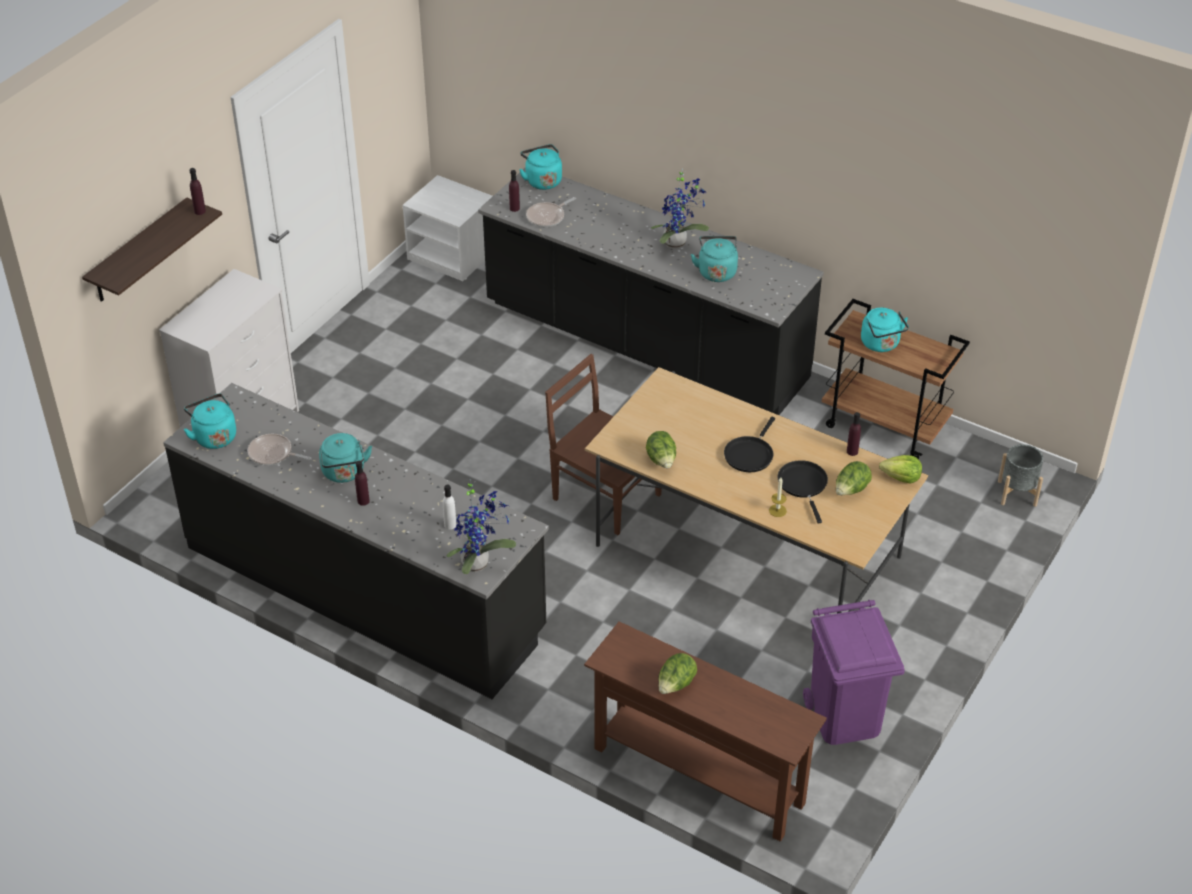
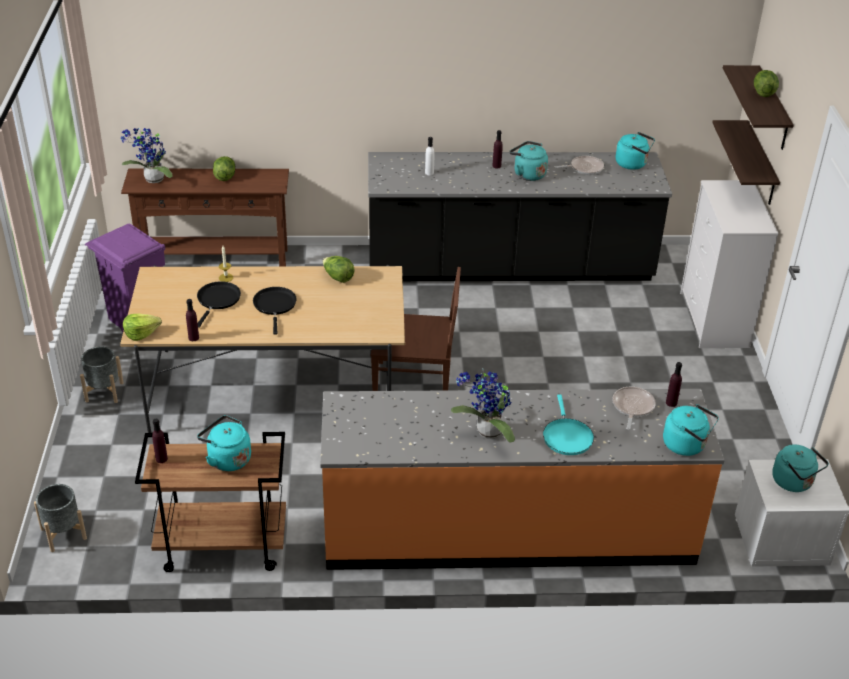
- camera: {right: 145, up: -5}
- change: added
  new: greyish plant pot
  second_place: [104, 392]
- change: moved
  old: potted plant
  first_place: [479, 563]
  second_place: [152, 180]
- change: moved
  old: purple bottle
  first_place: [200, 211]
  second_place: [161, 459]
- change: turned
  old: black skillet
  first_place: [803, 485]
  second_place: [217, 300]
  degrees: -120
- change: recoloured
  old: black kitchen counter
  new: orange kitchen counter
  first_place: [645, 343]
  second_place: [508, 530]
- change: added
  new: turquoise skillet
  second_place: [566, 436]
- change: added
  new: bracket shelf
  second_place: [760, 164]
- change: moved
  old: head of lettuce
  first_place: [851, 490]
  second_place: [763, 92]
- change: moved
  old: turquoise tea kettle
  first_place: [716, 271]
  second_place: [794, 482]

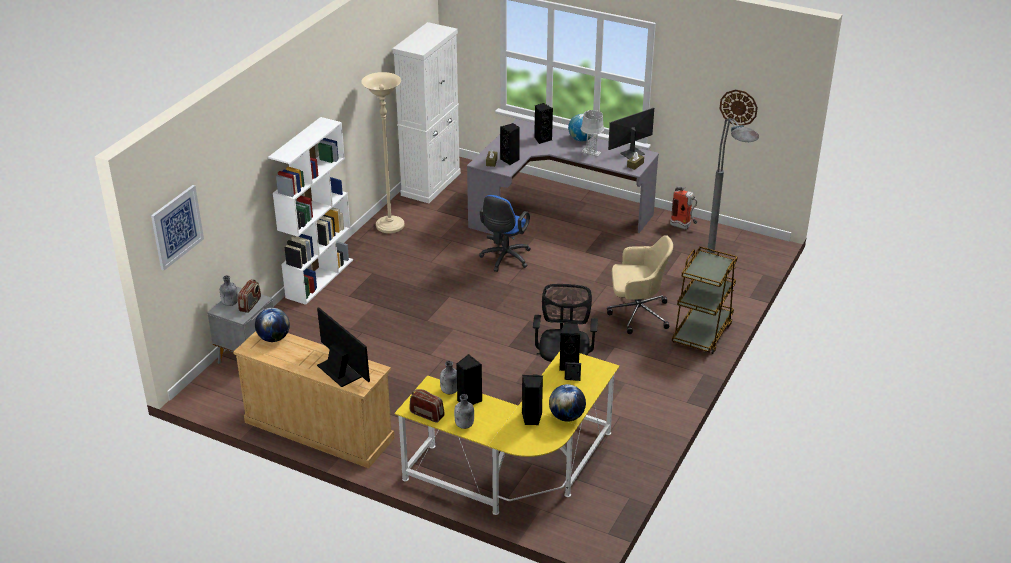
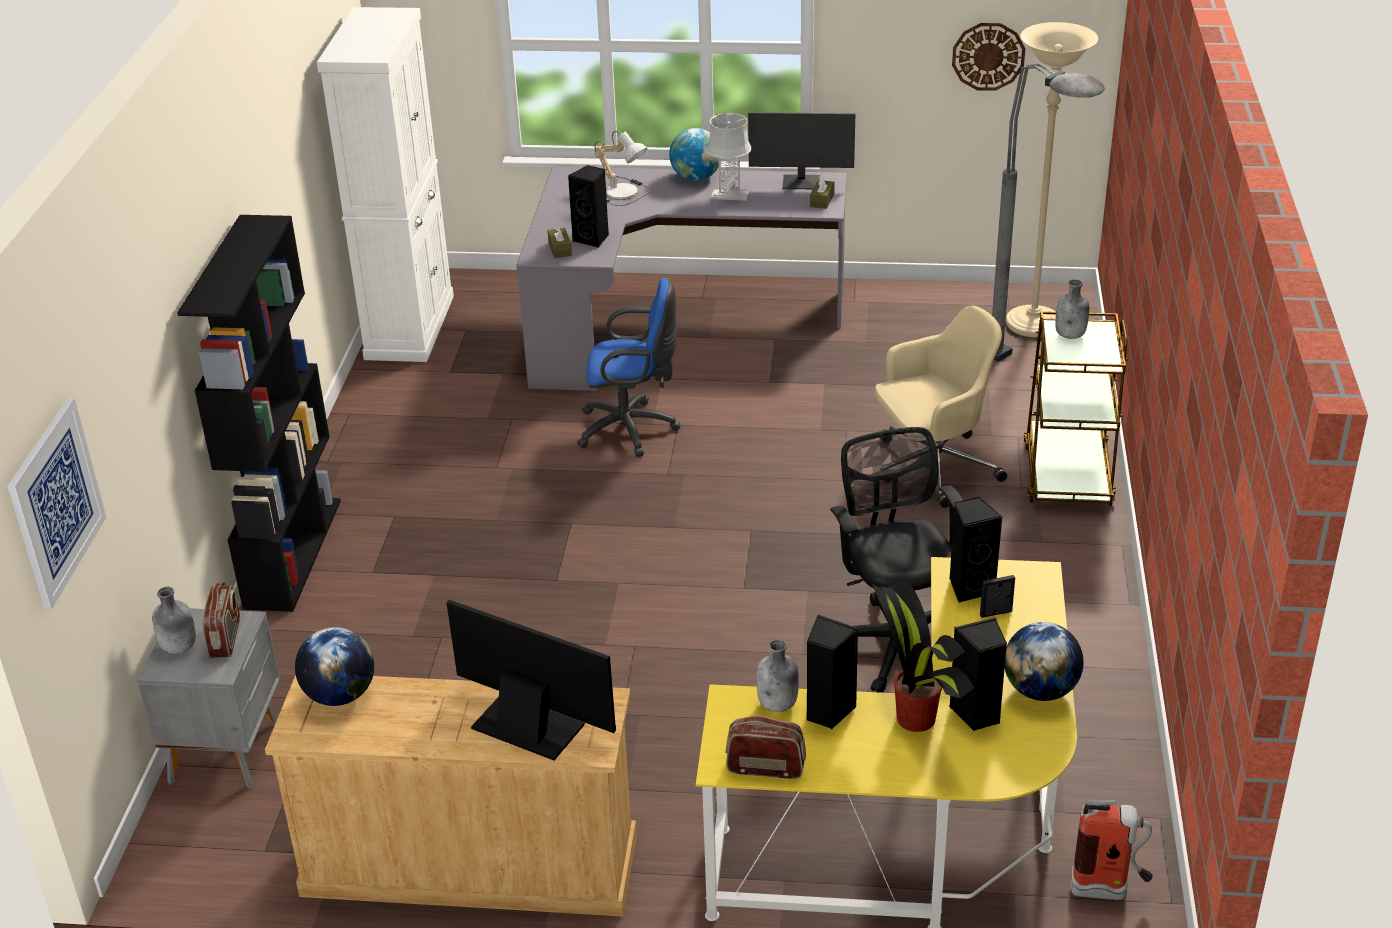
- camera: {right: -20, up: 0}
- change: recoloured
  old: whitish bookcase
  new: black bookcase
  first_place: [319, 278]
  second_place: [292, 552]
- change: turned
  old: blue-coloured office chair
  first_place: [504, 259]
  second_place: [632, 429]
  degrees: -90
- change: replaced
  old: black audio speaker
  new: lamp for a table
  first_place: [542, 139]
  second_place: [625, 191]
- change: turned
  old: monitor
  first_place: [631, 153]
  second_place: [801, 183]
  degrees: -120
- change: added
  new: potted plant
  second_place: [915, 716]
- change: moved
  old: beige-coloured floor lamp
  first_place: [390, 226]
  second_place: [1033, 325]
- change: moved
  old: greyish bottle
  first_place: [464, 425]
  second_place: [1070, 335]
- change: moved
  old: fire-fighting cylinder
  first_place: [683, 227]
  second_place: [1109, 891]

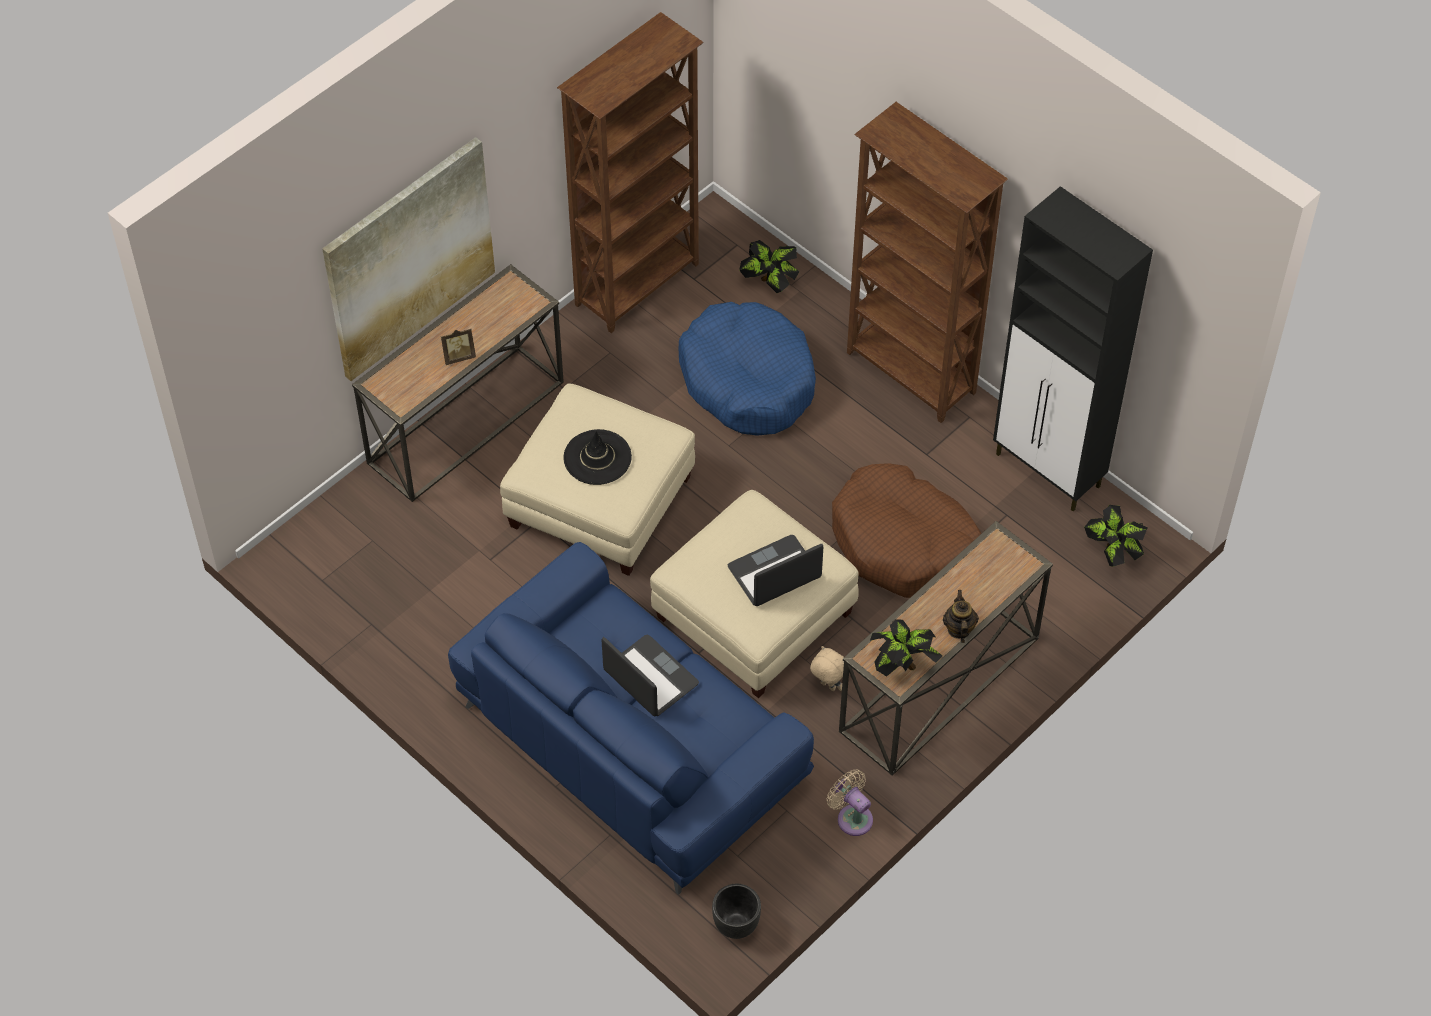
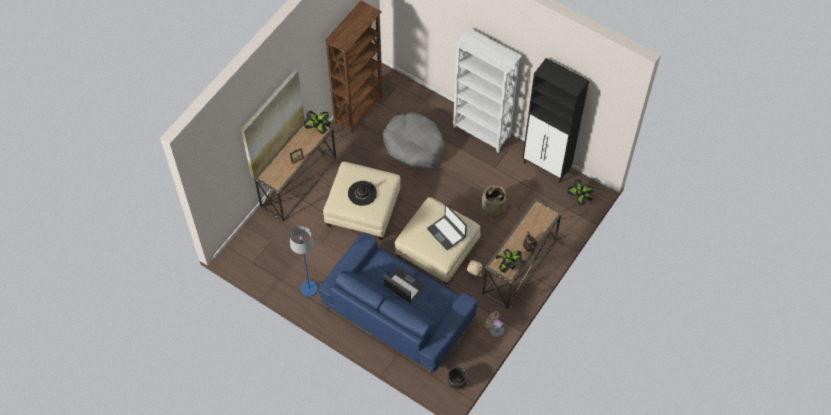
- camera: {right: -10, up: 5}
- change: added
  new: blue-coloured floor lamp
  second_place: [309, 289]
- change: moved
  old: potted plant
  first_place: [769, 283]
  second_place: [318, 128]
- change: recoloured
  old: blue-coloured dog bed
  new: greyish dog bed
  first_place: [748, 380]
  second_place: [414, 145]
- change: turned
  old: portable computer
  first_place: [775, 573]
  second_place: [446, 233]
  degrees: -90
- change: recoloured
  old: brown bookcase
  new: whitish bookcase
  first_place: [911, 374]
  second_place: [481, 133]
- change: replaced
  old: brown dog bed
  new: basket
  first_place: [904, 544]
  second_place: [493, 208]

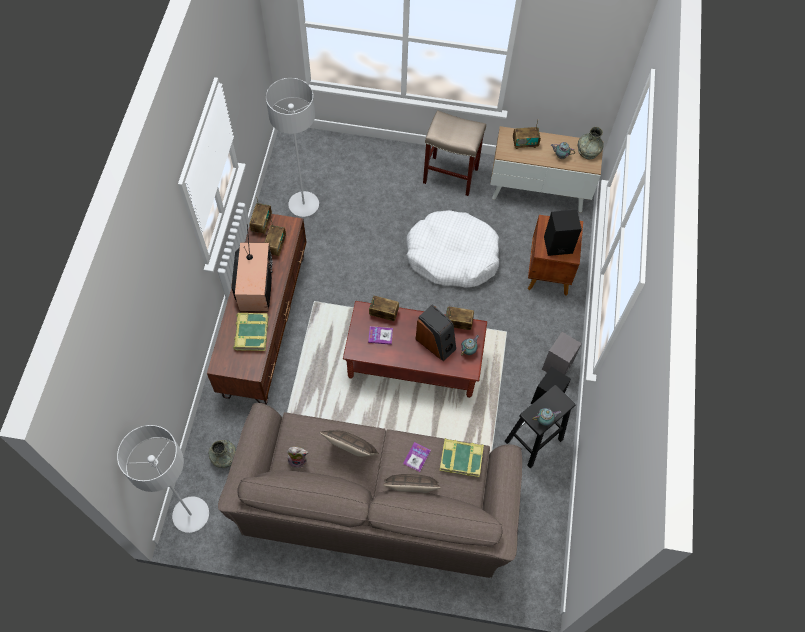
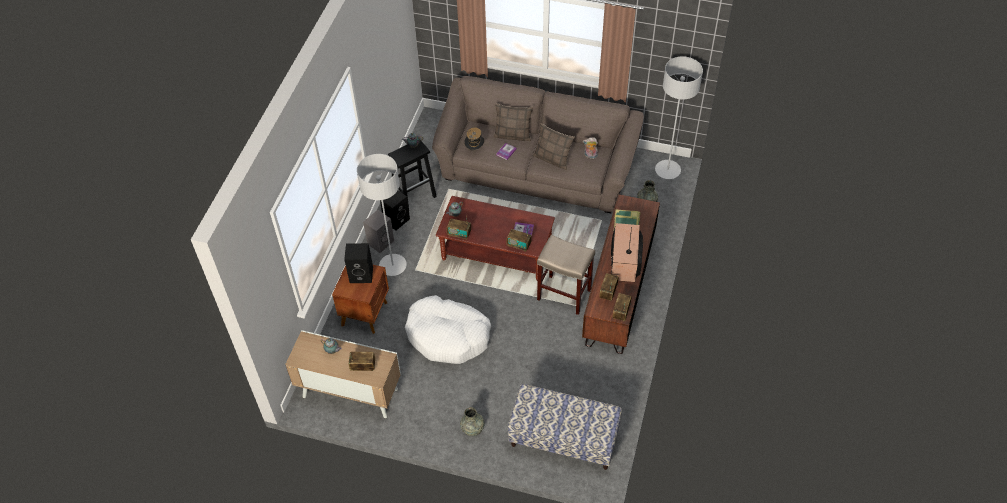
- camera: {right: -170, up: -10}
- change: moved
  old: greyish floor lamp
  first_place: [303, 205]
  second_place: [393, 265]
- change: moved
  old: greyish decorative vase
  first_place: [588, 151]
  second_place: [472, 428]
- change: replaced
  old: volume
  new: wearable hat
  first_place: [461, 458]
  second_place: [474, 149]
- change: added
  new: indoor bench
  second_place: [563, 439]
- change: moved
  old: beige-coloured stool
  first_place: [451, 175]
  second_place: [563, 294]
- change: removed
  old: audio speaker
  first_place: [436, 343]

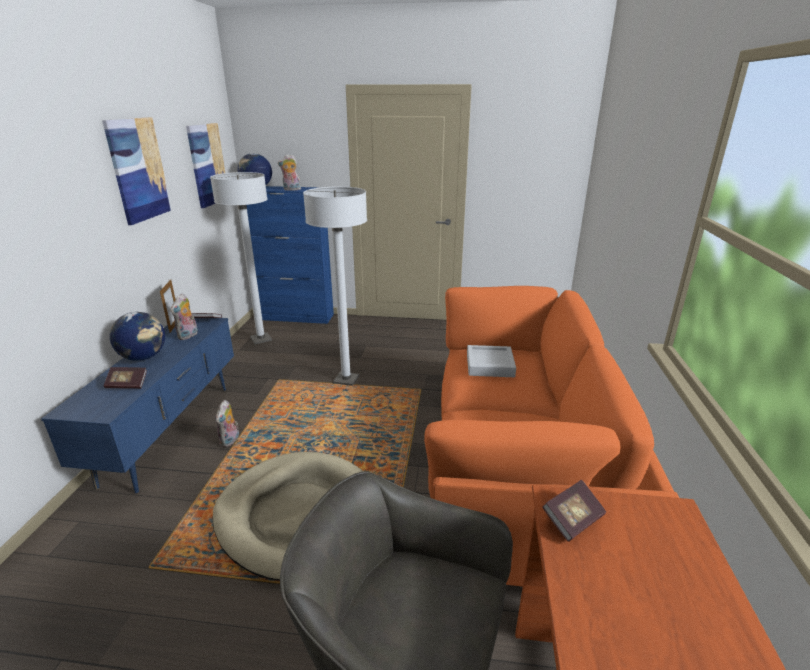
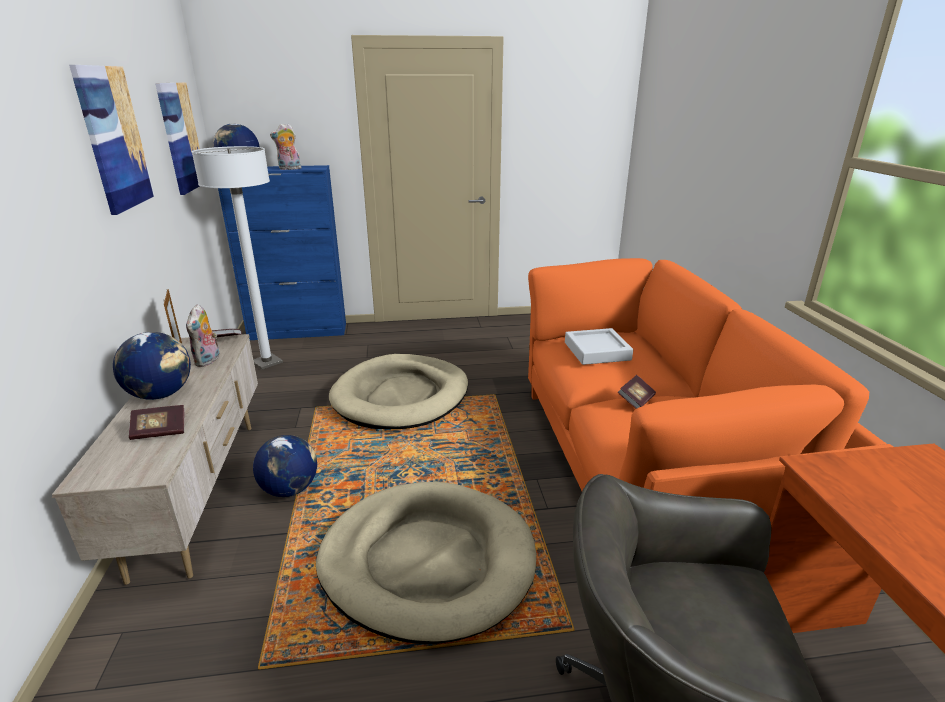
- camera: {right: -15, up: 0}
- change: recoloured
  old: blue-coloured tv stand
  new: beige-coloured tv stand
  first_place: [171, 432]
  second_place: [201, 492]
- change: replaced
  old: cuddly toy
  new: desk globe
  first_place: [230, 440]
  second_place: [290, 489]
- change: replaced
  old: whitish floor lamp
  new: beige-coloured dog bed
  first_place: [346, 380]
  second_place: [401, 396]
- change: moved
  old: volume
  first_place: [572, 519]
  second_place: [636, 400]

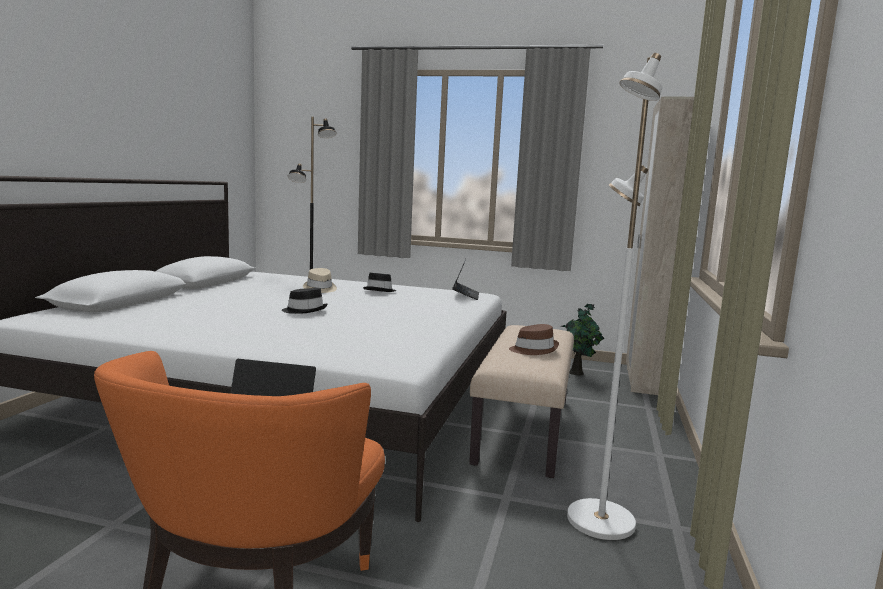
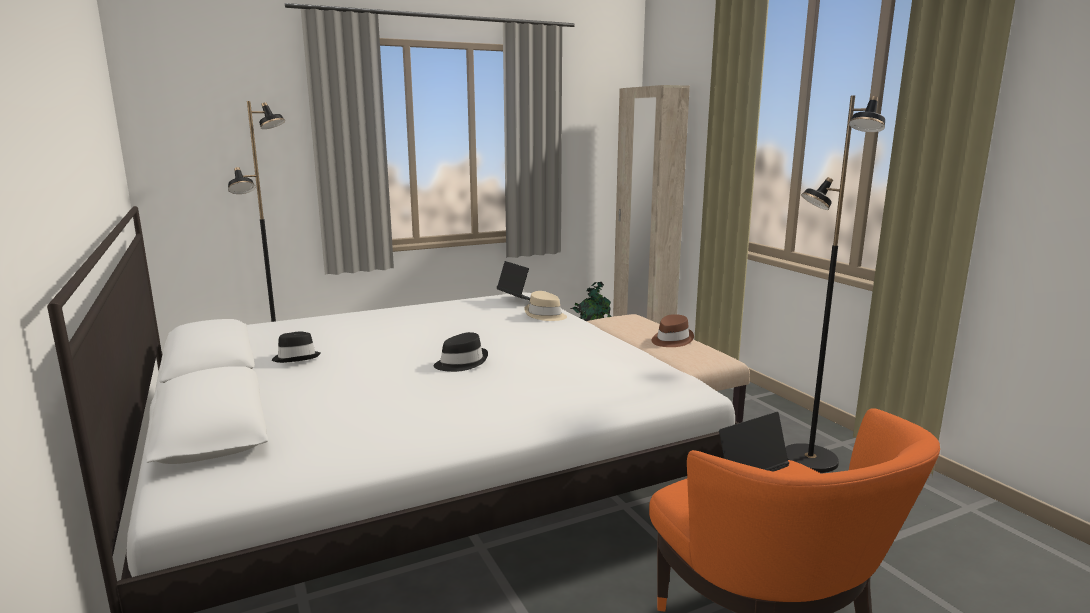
- camera: {right: -40, up: 5}
- change: moved
  old: black wearable hat
  first_place: [380, 290]
  second_place: [296, 357]
- change: moved
  old: beige-coloured wearable hat
  first_place: [319, 289]
  second_place: [545, 315]
- change: recoloured
  old: whitish floor lamp
  new: black floor lamp
  first_place: [599, 520]
  second_place: [809, 460]

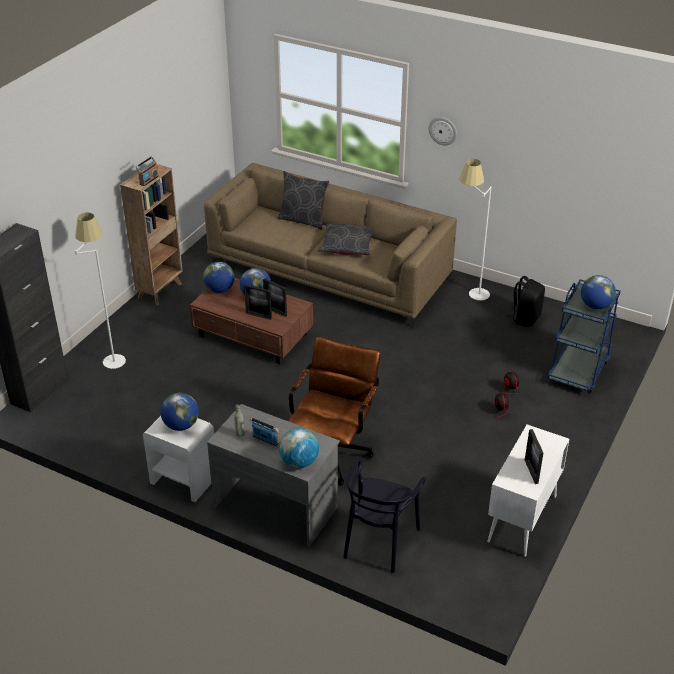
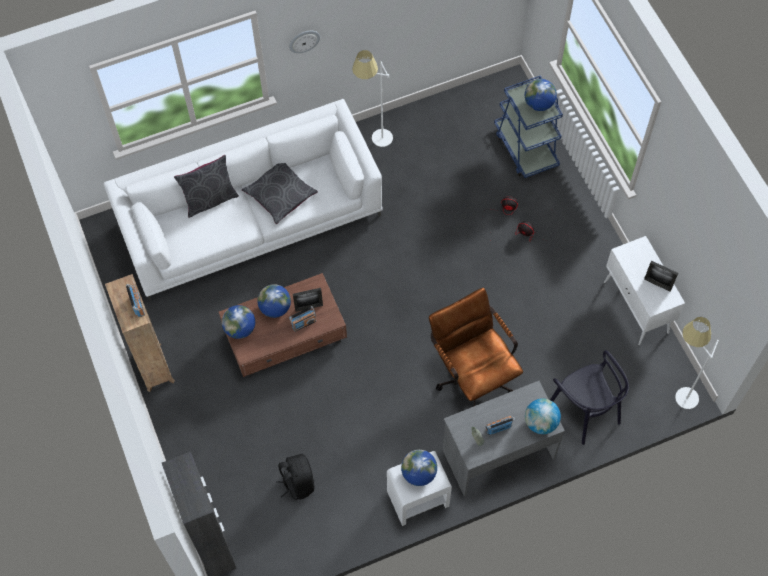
- camera: {right: -50, up: 25}
- change: recoloured
  old: brown settee
  new: whitish settee
  first_place: [329, 271]
  second_place: [250, 219]
- change: moved
  old: black rucksack
  first_place: [525, 318]
  second_place: [297, 483]
- change: replaced
  old: picture frame
  new: radio set
  first_place: [258, 315]
  second_place: [304, 324]
- change: moved
  old: whitish floor lamp
  first_place: [110, 355]
  second_place: [676, 396]

